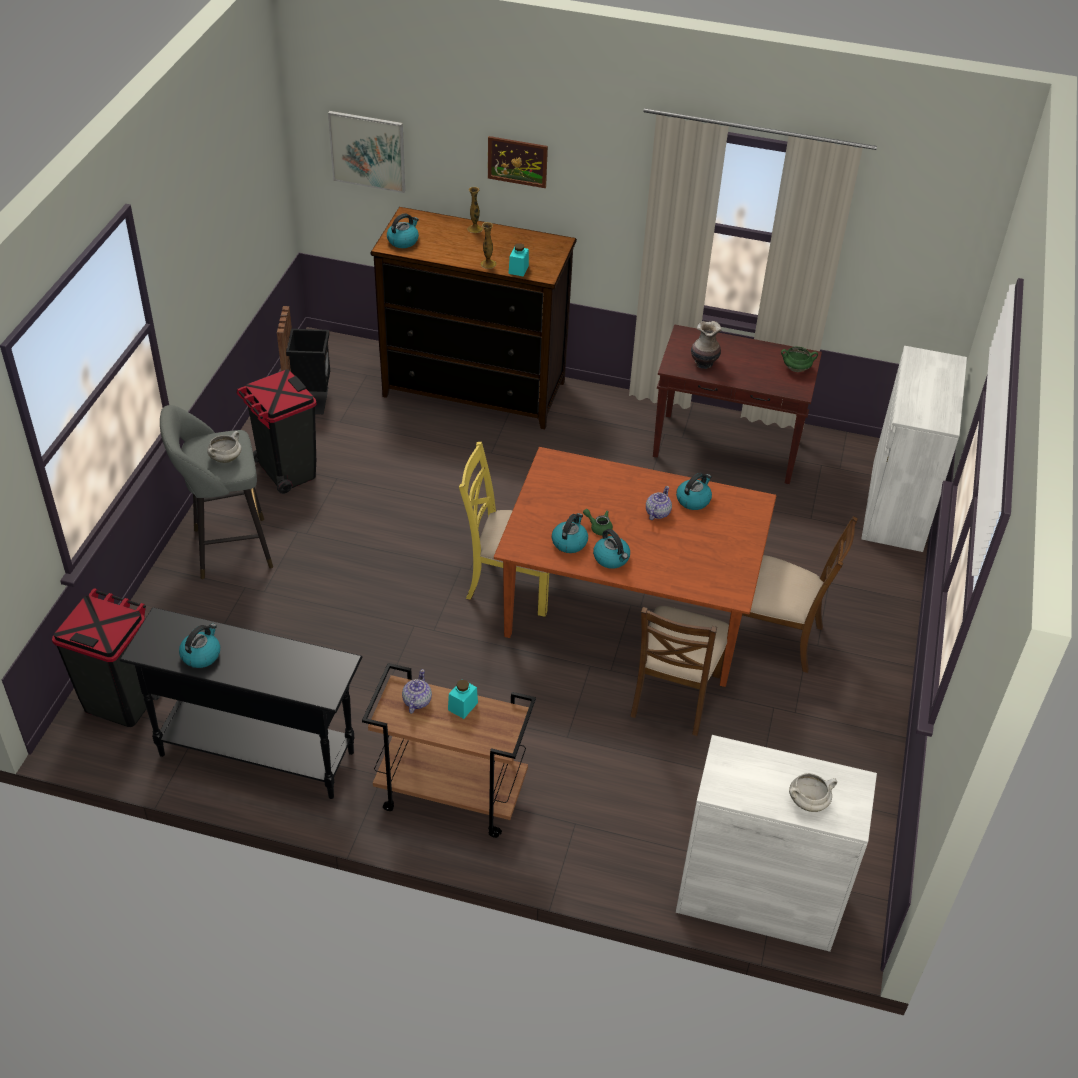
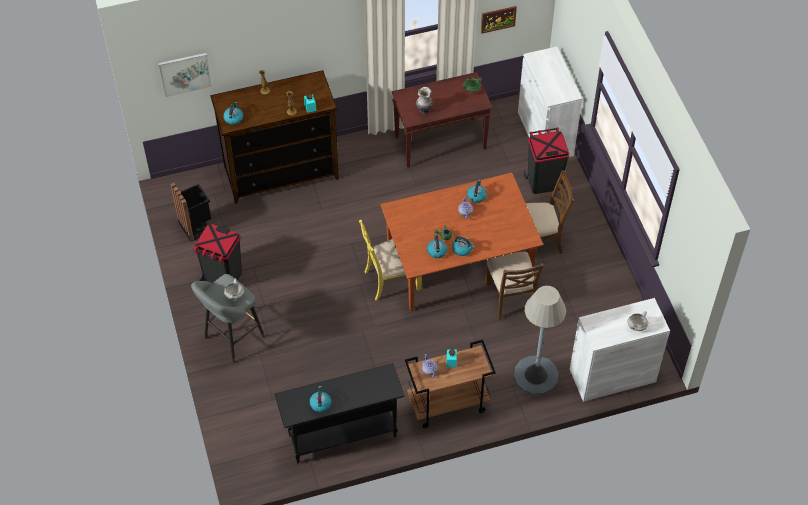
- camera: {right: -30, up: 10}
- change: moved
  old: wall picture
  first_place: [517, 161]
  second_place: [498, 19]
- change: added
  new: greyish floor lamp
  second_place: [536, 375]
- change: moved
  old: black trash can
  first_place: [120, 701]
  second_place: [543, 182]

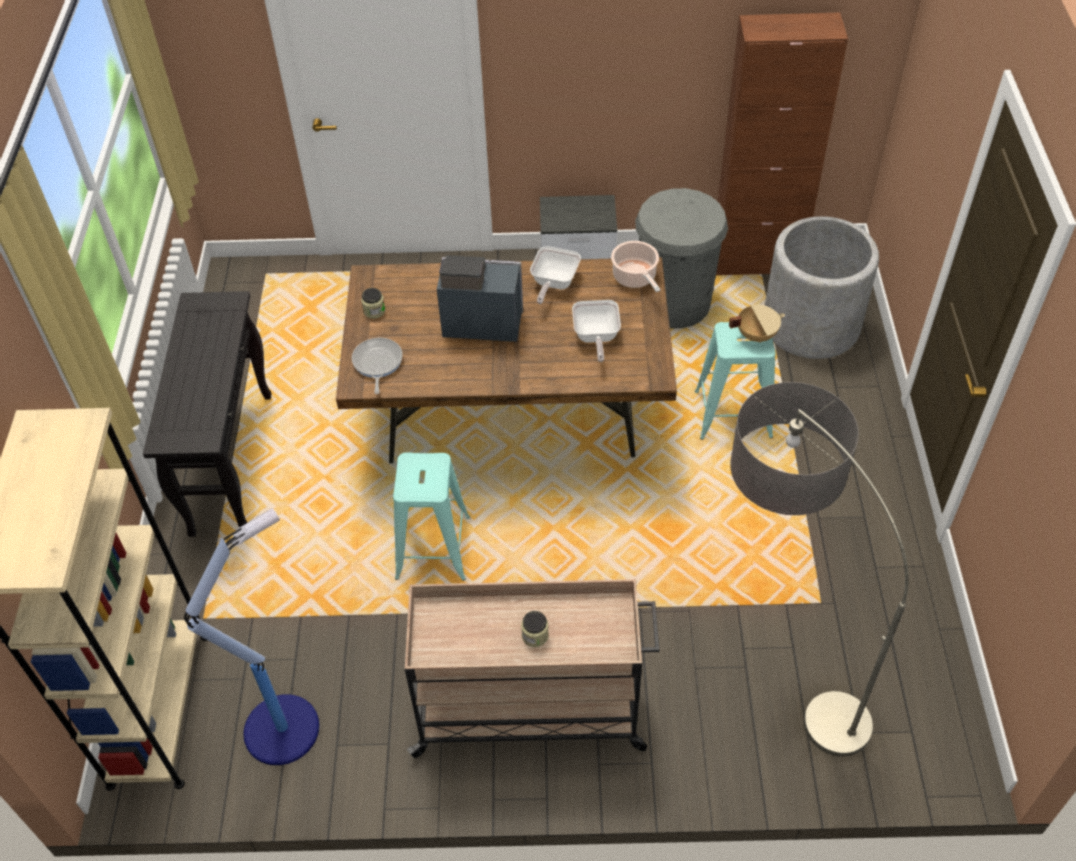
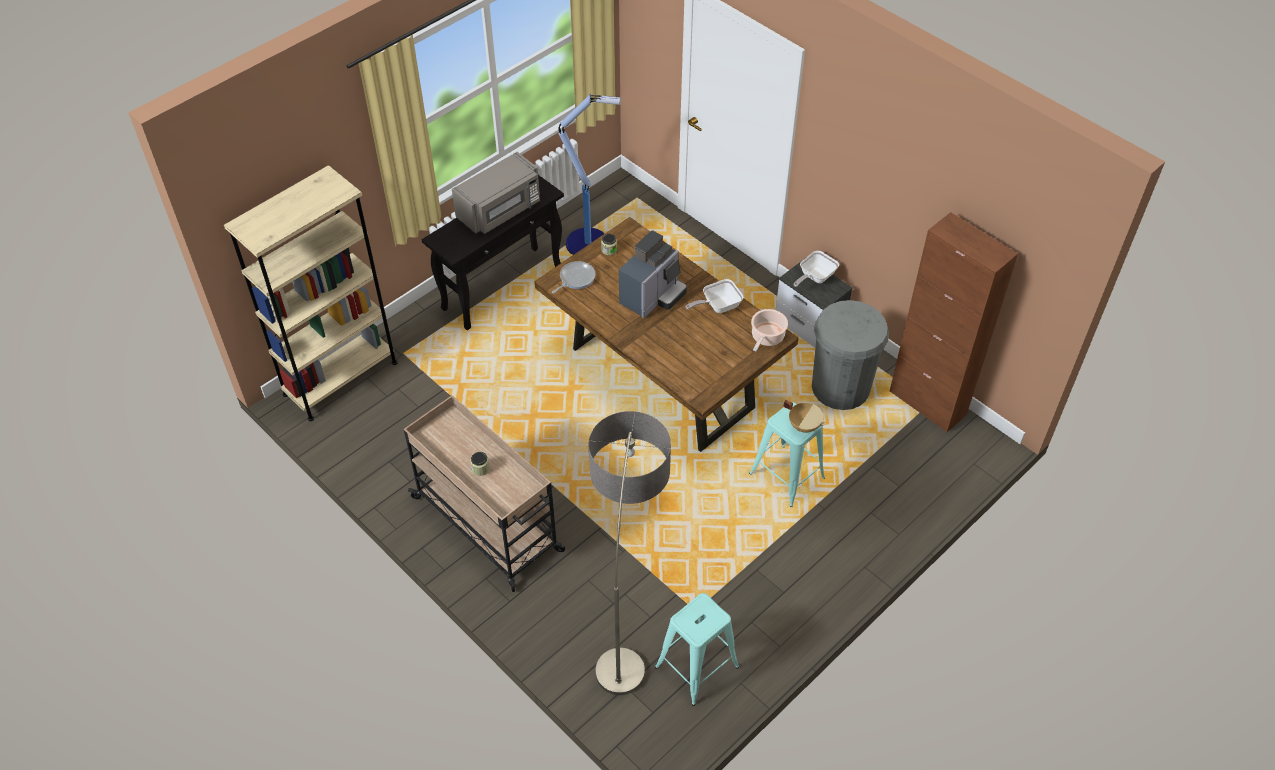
- camera: {right: 45, up: 0}
- change: added
  new: greyish microwave oven
  second_place: [500, 210]
- change: moved
  old: floor lamp
  first_place: [284, 727]
  second_place: [589, 243]
- change: turned
  old: coffee brewer
  first_place: [479, 321]
  second_place: [653, 296]
  degrees: 75
- change: moved
  old: turquoise stool
  first_place: [433, 548]
  second_place: [697, 667]
- change: moved
  old: skillet
  first_place: [595, 338]
  second_place: [814, 277]
- change: removed
  old: greyish plant pot
  first_place: [811, 325]

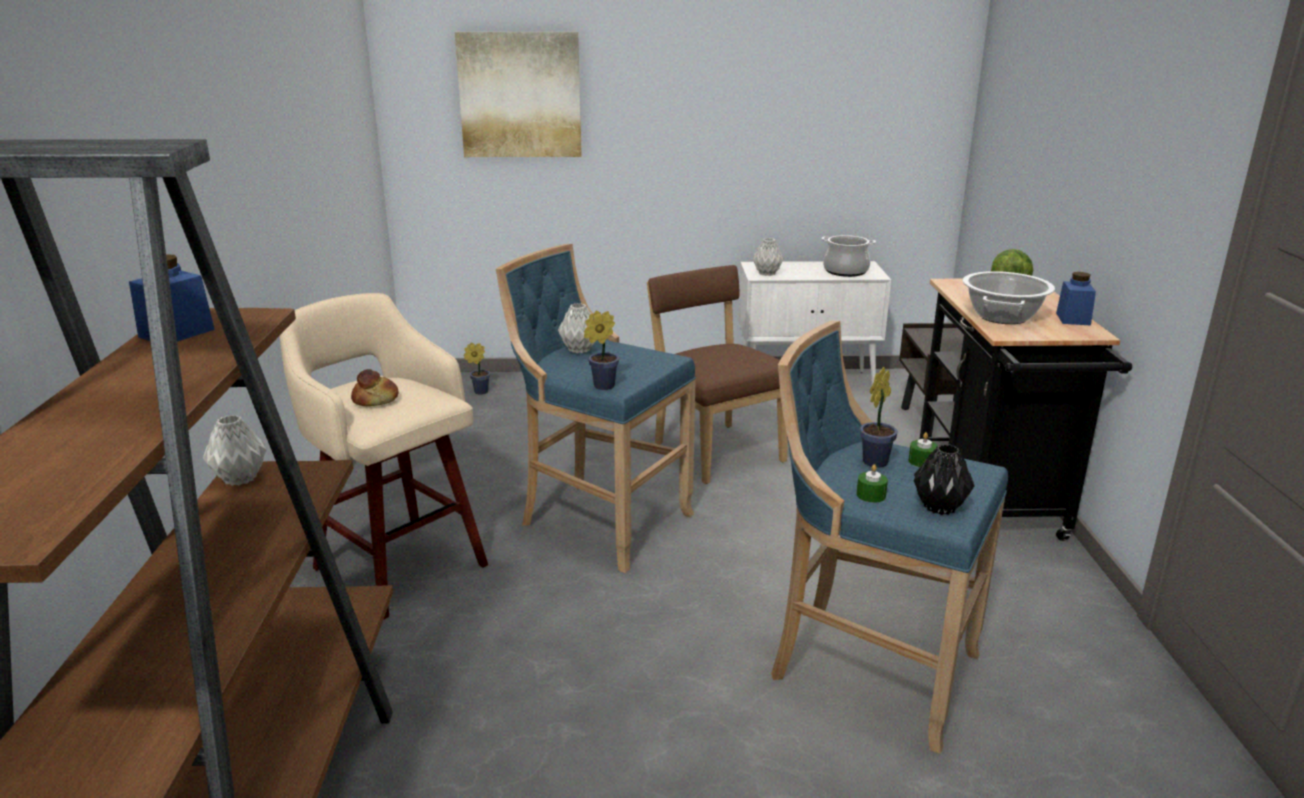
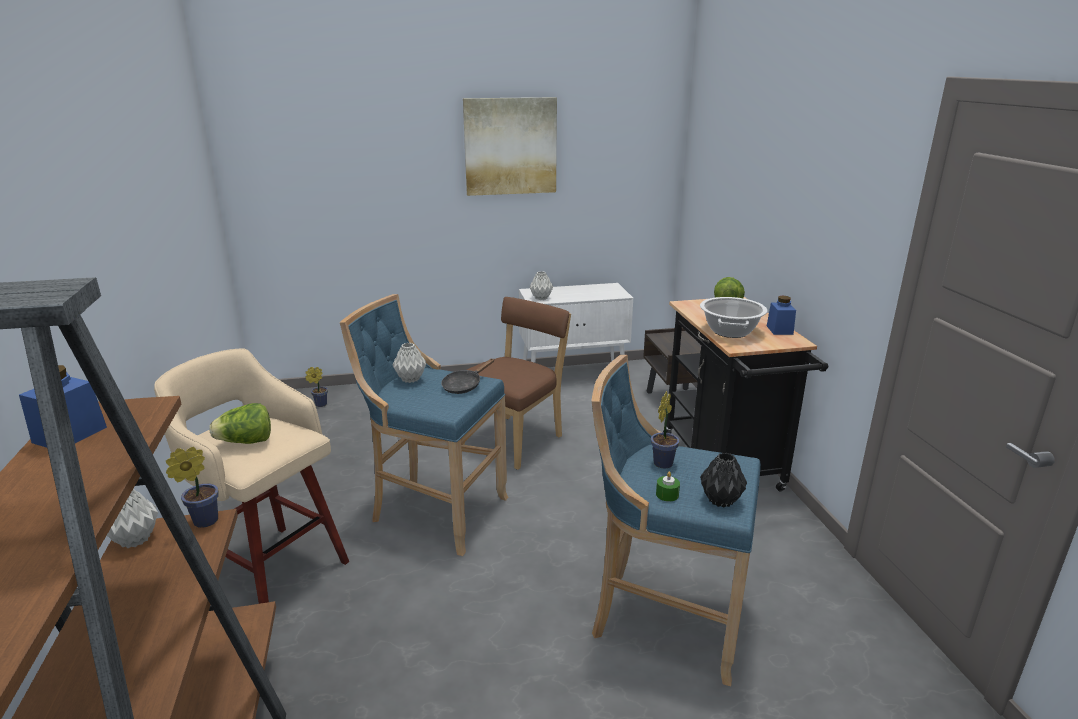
- camera: {right: -10, up: 0}
- change: moved
  old: potted plant
  first_place: [601, 386]
  second_place: [202, 522]
- change: replaced
  old: baked bread
  new: head of lettuce
  first_place: [376, 400]
  second_place: [246, 442]
- change: added
  new: black skillet
  second_place: [464, 386]
- change: moved
  old: wall picture
  first_place: [520, 95]
  second_place: [510, 146]
- change: turned
  old: brown plain chair
  first_place: [715, 450]
  second_place: [515, 440]
  degrees: 75
- change: removed
  old: saucepot
  first_place: [845, 271]
- change: removed
  old: green-coloured wax candle
  first_place: [922, 461]

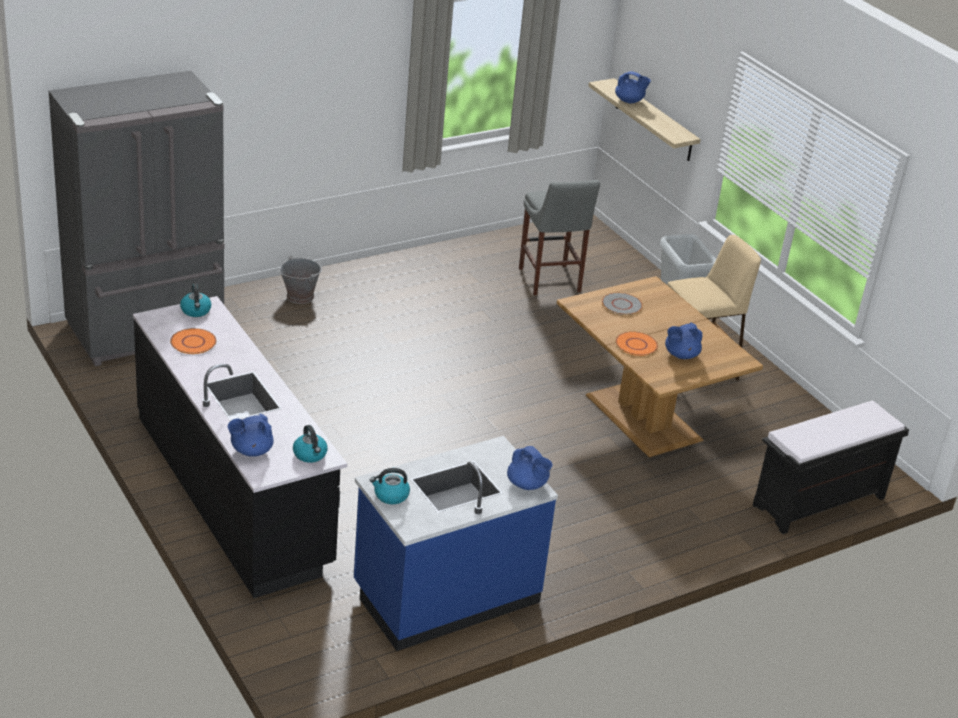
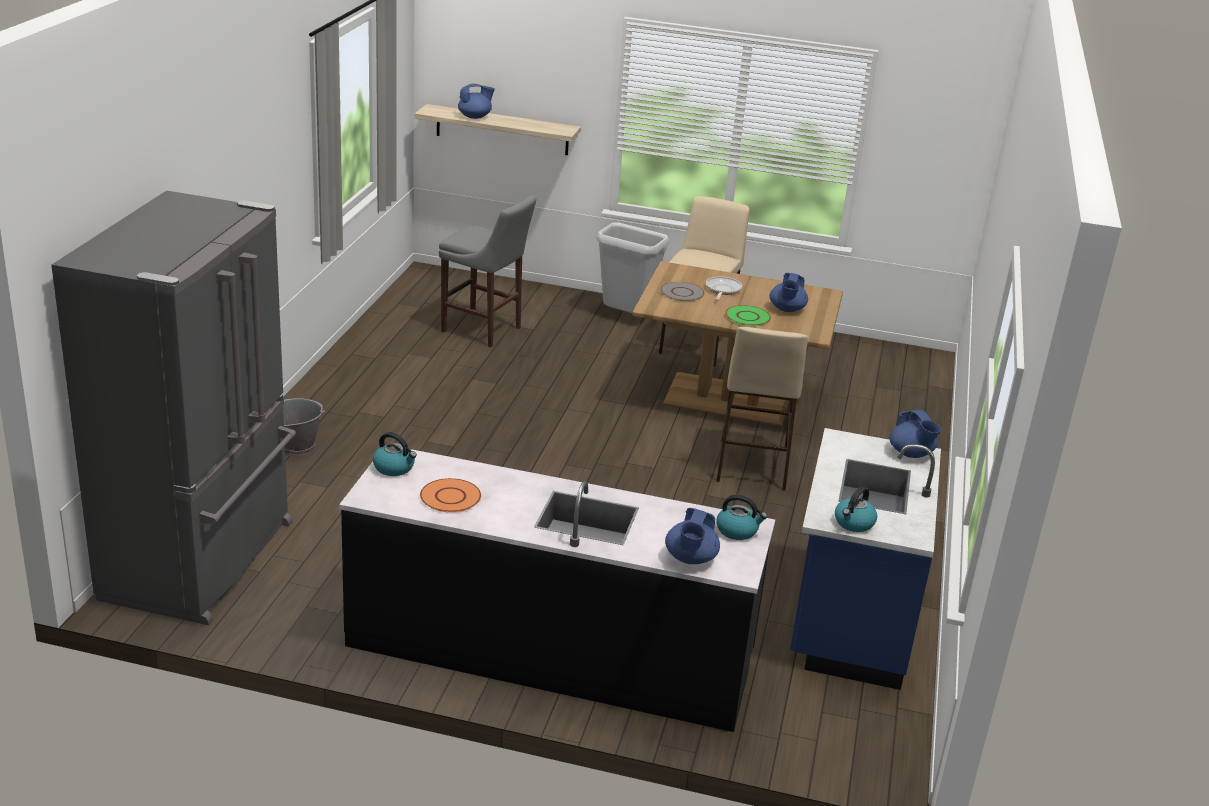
- camera: {right: -45, up: -5}
- change: added
  new: skillet
  second_place: [722, 290]
- change: added
  new: beige-coloured stool
  second_place: [752, 465]
- change: recoloured
  old: orange dinner plate
  new: green-coloured dinner plate
  first_place: [636, 345]
  second_place: [748, 317]
- change: turned
  old: blue-coloured pot for tea
  first_place: [527, 484]
  second_place: [911, 454]
  degrees: 60
- change: removed
  old: black indoor bench
  first_place: [818, 503]

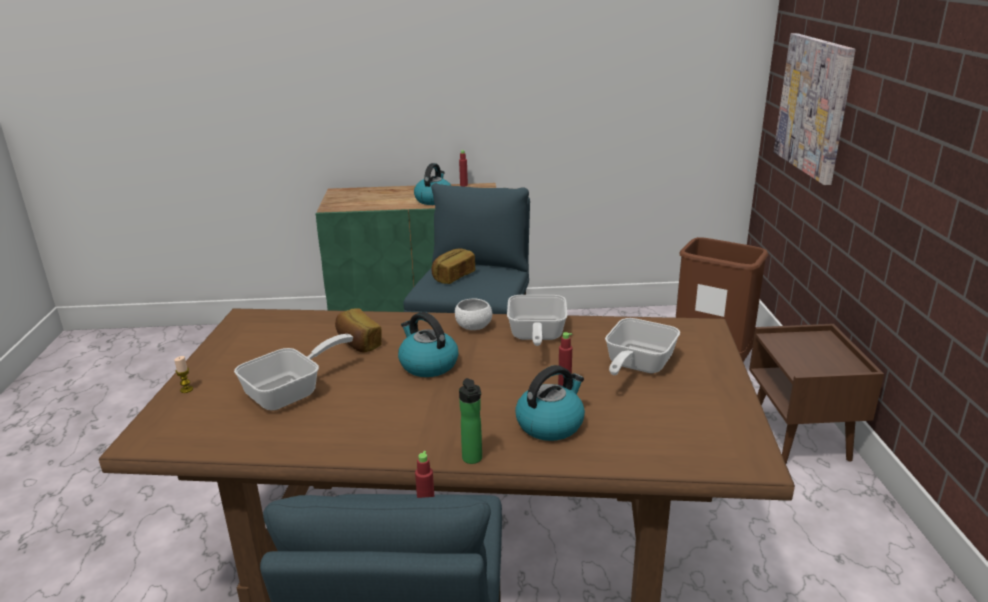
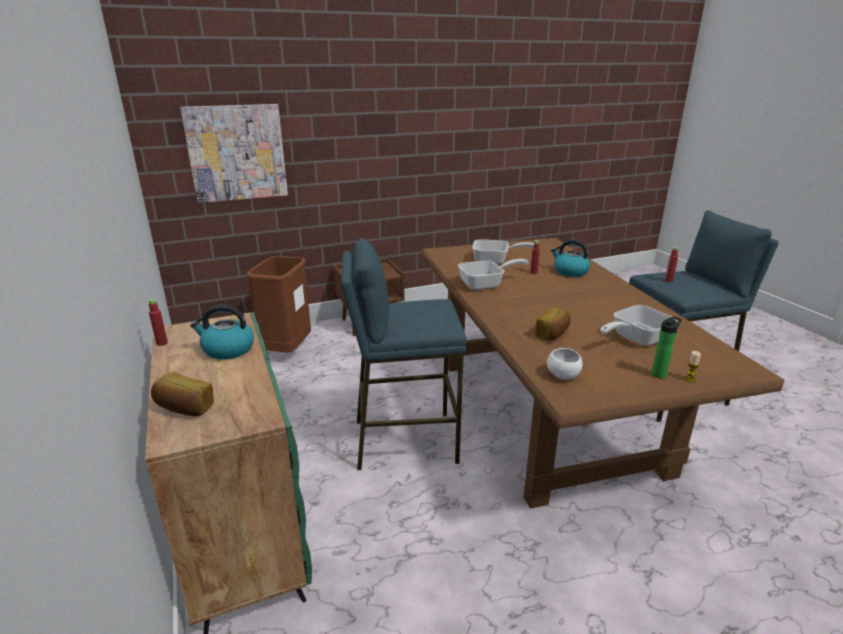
- camera: {right: -110, up: 0}
- change: moved
  old: baked bread
  first_place: [453, 276]
  second_place: [184, 408]
- change: moved
  old: whitish deep dish
  first_place: [474, 327]
  second_place: [562, 376]
- change: turned
  old: skillet
  first_place: [291, 392]
  second_place: [635, 339]
  degrees: -60
- change: moved
  old: bottle
  first_place: [473, 460]
  second_place: [660, 374]
- change: removed
  old: tea kettle
  first_place: [427, 365]

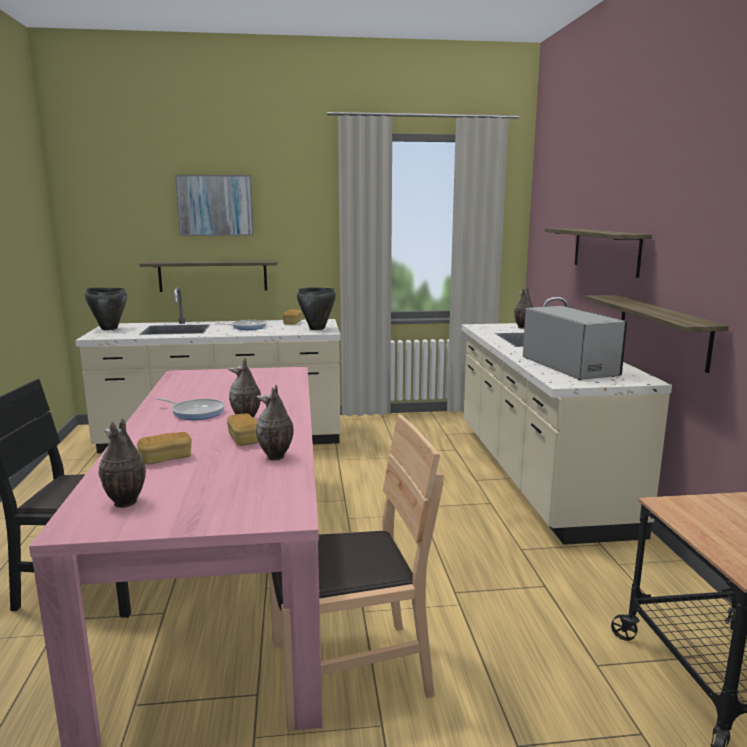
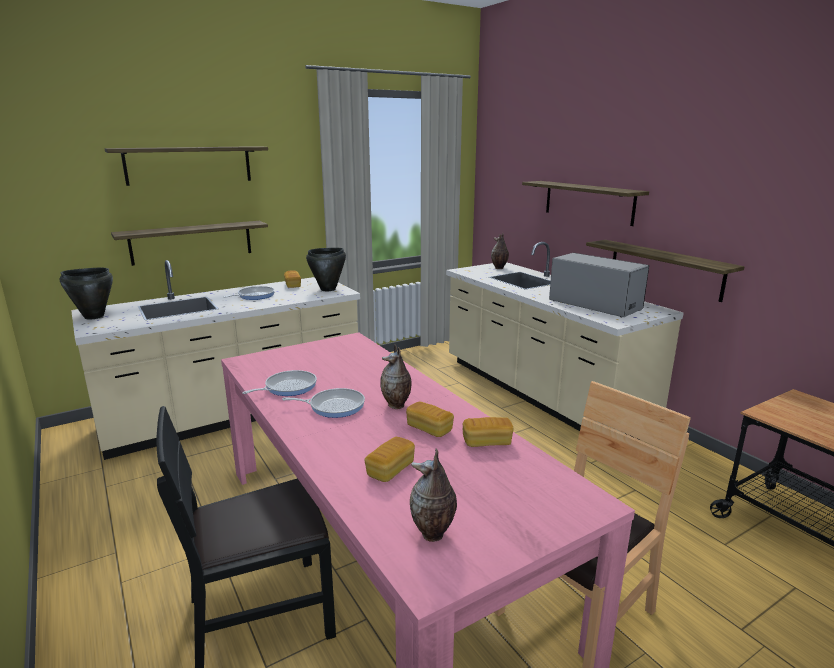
- camera: {right: -25, up: 5}
- change: replaced
  old: wall picture
  new: bracket shelf
  first_place: [215, 205]
  second_place: [189, 165]
- change: added
  new: skillet
  second_place: [288, 387]
- change: replaced
  old: decorative vase
  new: baked bread
  first_place: [276, 457]
  second_place: [487, 442]

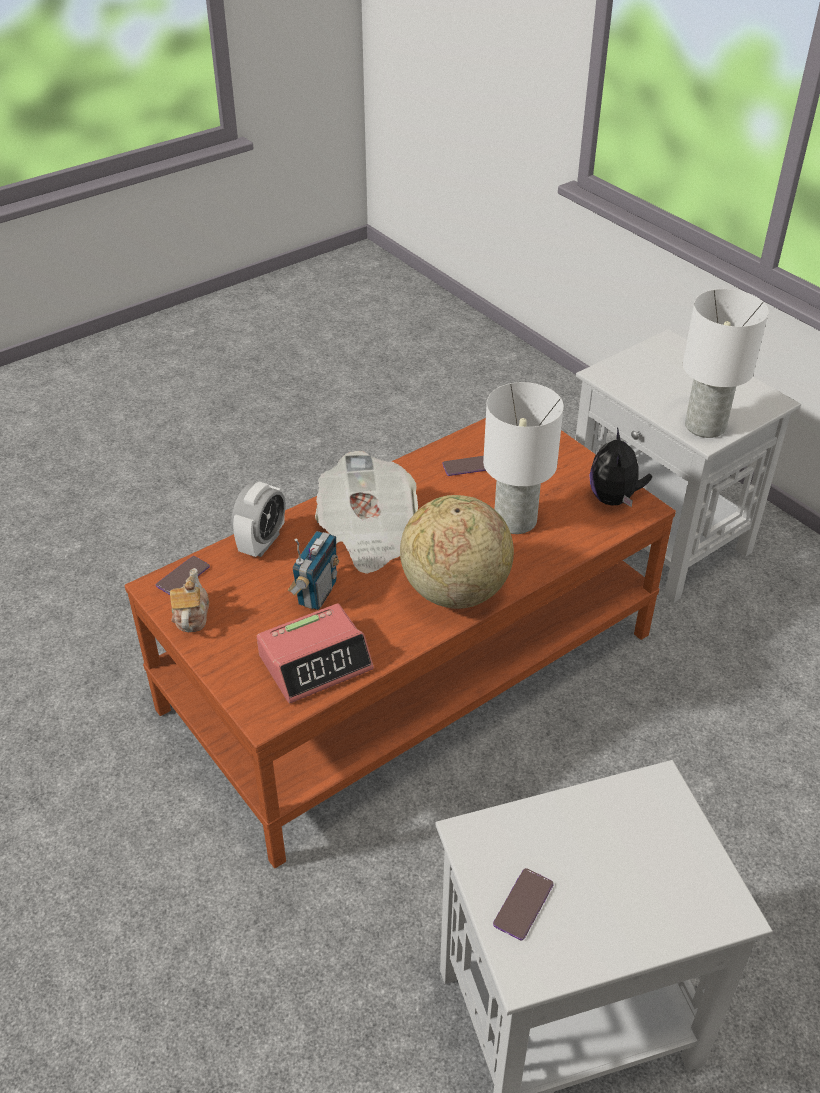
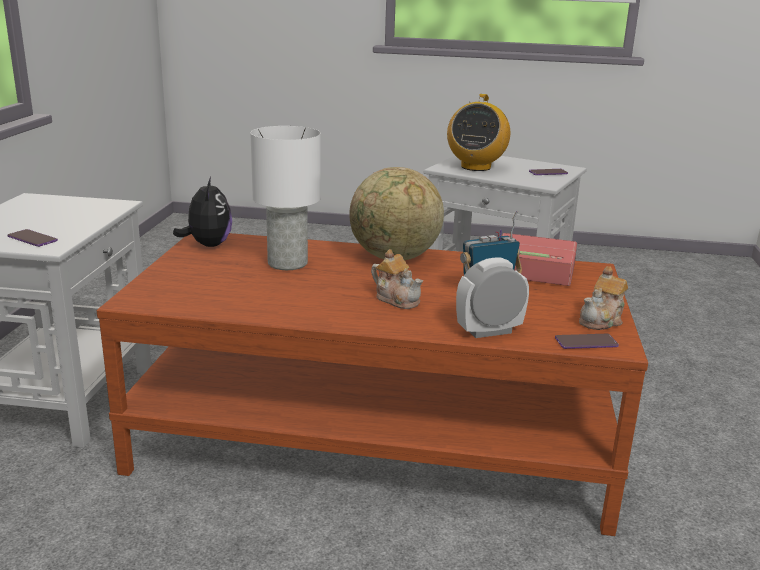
- camera: {right: -135, up: -20}
- change: moved
  old: phone
  first_place: [467, 466]
  second_place: [32, 239]
- change: turned
  old: cuddly toy
  first_place: [614, 499]
  second_place: [208, 245]
  degrees: -60
- change: replaced
  old: printed paper
  new: pot for tea
  first_place: [369, 535]
  second_place: [397, 299]
- change: added
  new: radio set
  second_place: [475, 167]
- change: removed
  old: whitish lamp for a table
  first_place: [704, 425]

